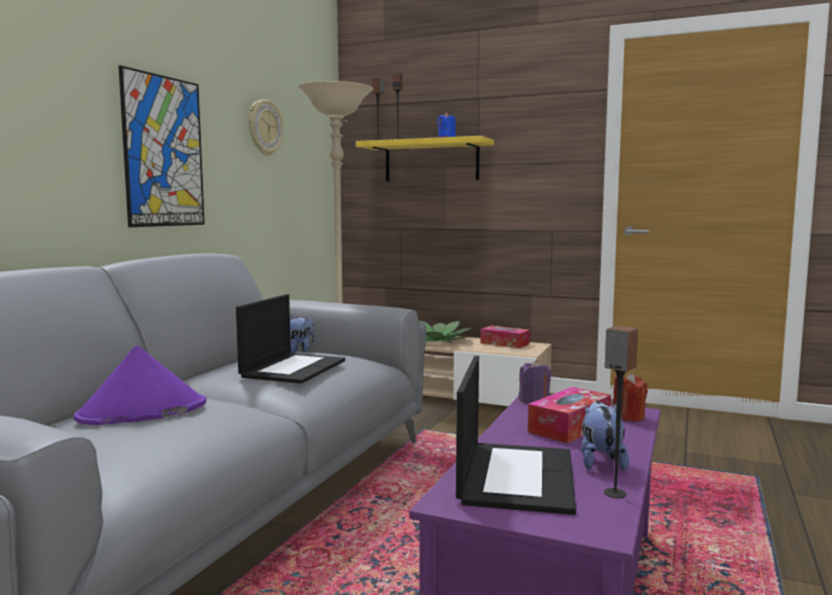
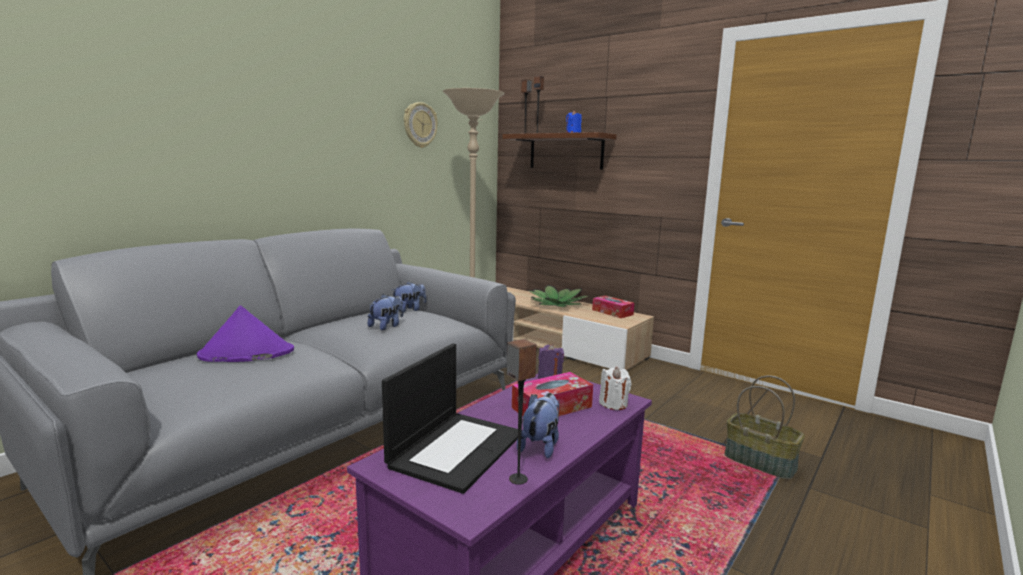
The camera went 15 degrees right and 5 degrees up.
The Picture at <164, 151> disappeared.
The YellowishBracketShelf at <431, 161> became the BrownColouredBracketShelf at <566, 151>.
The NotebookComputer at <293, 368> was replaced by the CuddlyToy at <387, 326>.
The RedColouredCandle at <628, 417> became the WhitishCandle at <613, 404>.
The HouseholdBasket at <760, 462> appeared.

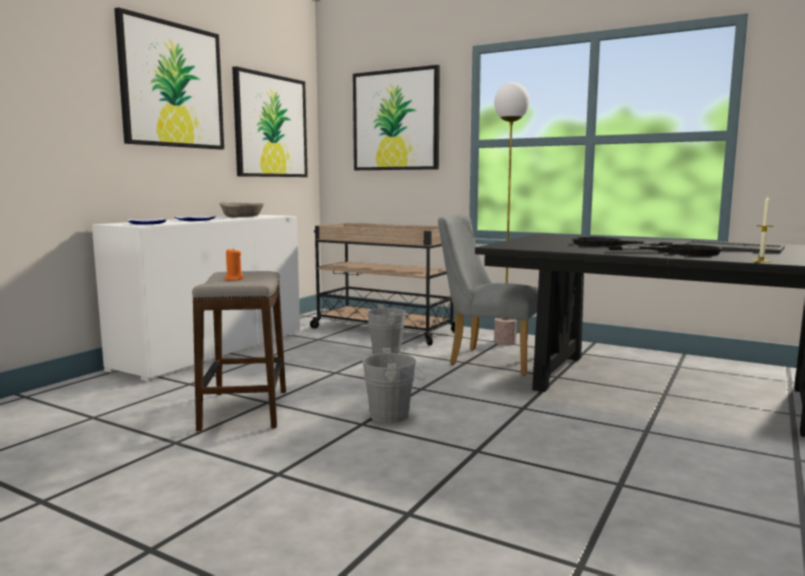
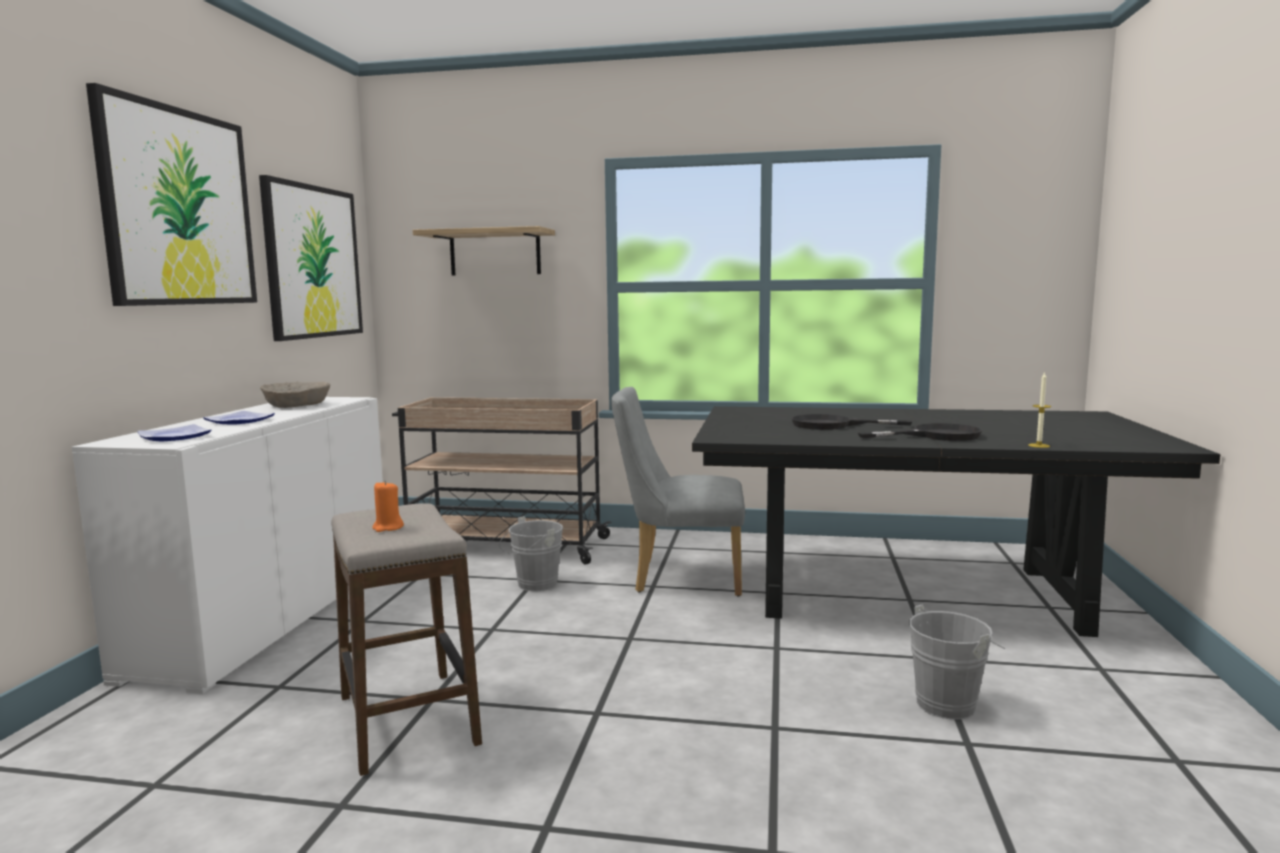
The camera went 20 degrees left and 0 degrees up.
The Picture at <396, 120> was replaced by the BracketShelf at <495, 253>.
The FloorLamp at <505, 342> disappeared.
The CarryingTray at <732, 248> disappeared.
The GreyPail moved from <394, 415> to <950, 703>.

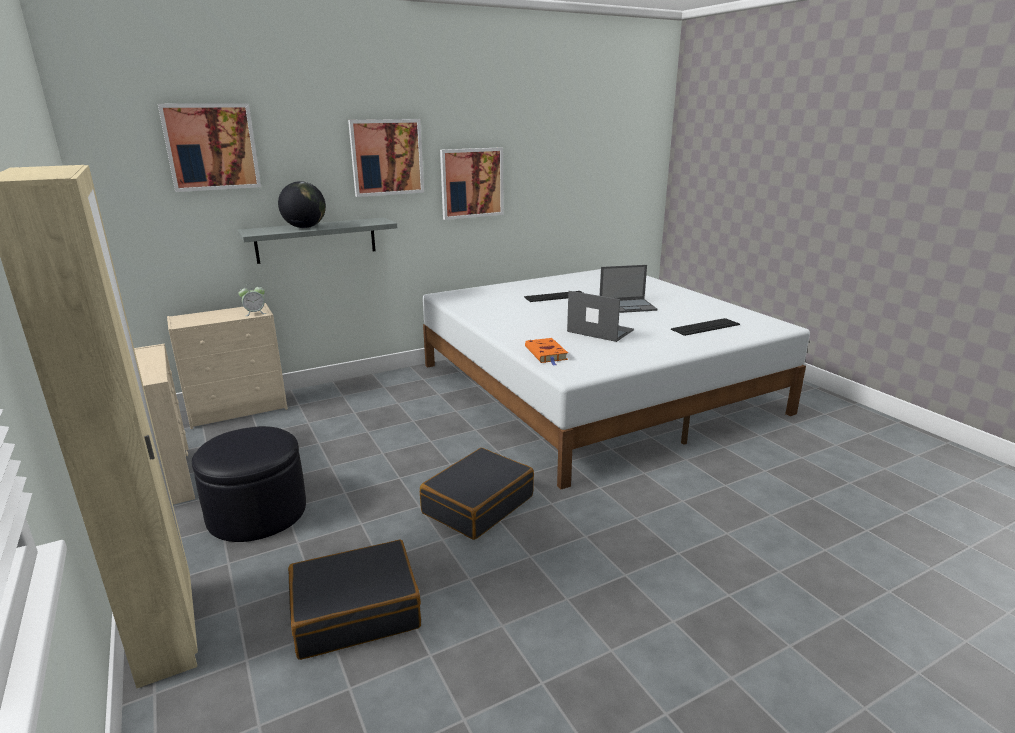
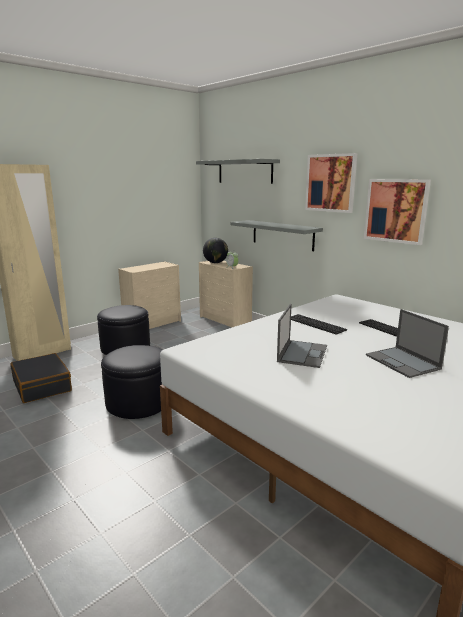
The camera went 75 degrees right and 5 degrees down.
The Picture at <211, 147> was replaced by the GreyBracketShelf at <244, 172>.
The DeskGlobe moved from <305, 227> to <215, 263>.
The ComputerKeyboard moved from <705, 327> to <315, 324>.
The OrangeyVolume at <546, 354> disappeared.
The BlackColouredPieceOfLuggage at <477, 504> was replaced by the BlackColouredOttoman at <138, 402>.

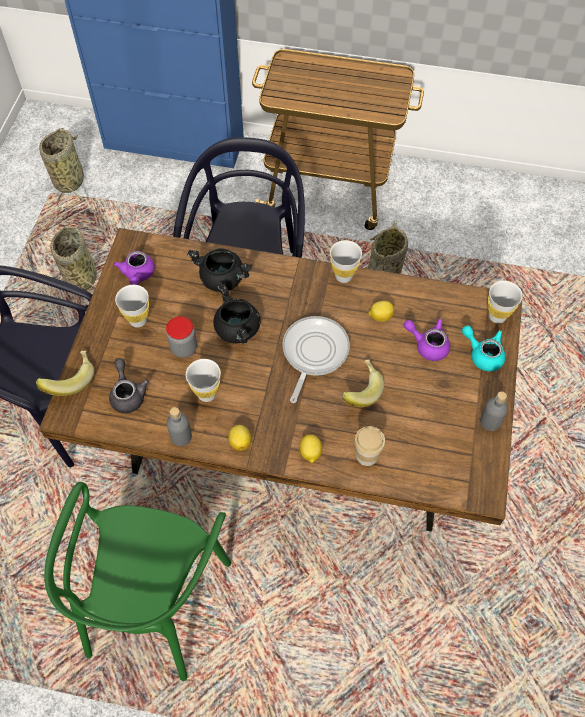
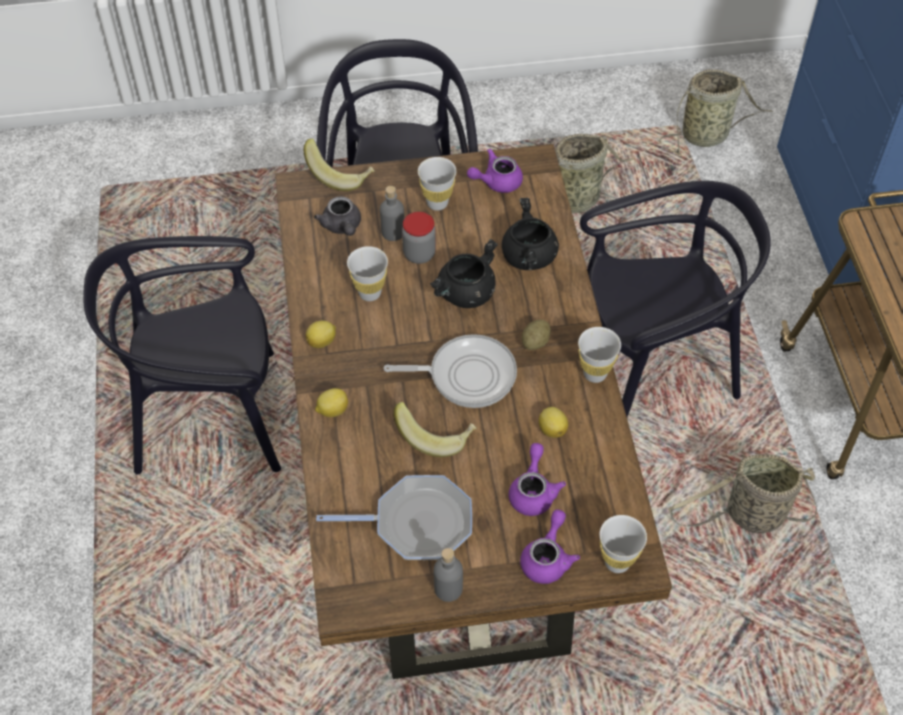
The camera went 70 degrees right and 5 degrees down.
The TurquoiseColouredTeaPot at <483, 354> became the PurpleColouredTeaPot at <547, 558>.
The GreyTeaPot at <128, 394> turned 105 degrees clockwise.
The GreyDrinkBottle moved from <181, 437> to <393, 232>.
The Cup at <367, 455> disappeared.
The GreenishUprightChair at <155, 603> became the BlackColouredUprightChair at <209, 417>.
The WholePotato at <535, 342> appeared.
The FryingPan at <417, 523> appeared.

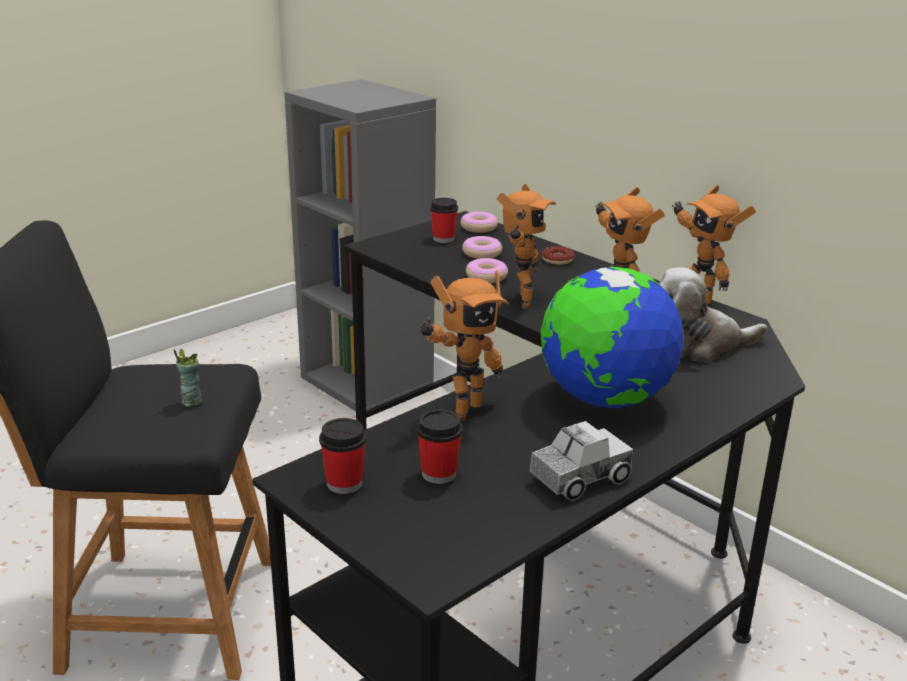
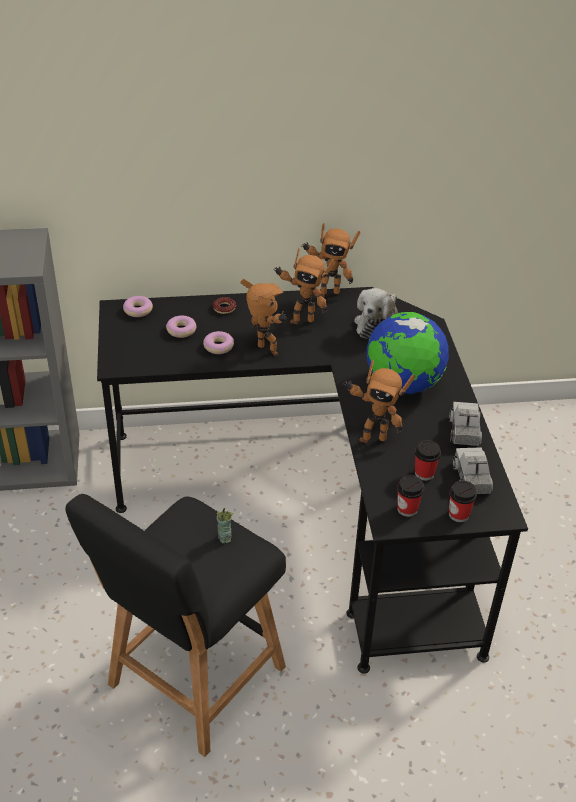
The camera went 55 degrees left and 15 degrees up.
The Cup moved from <443, 239> to <458, 514>.
The RobotFigure at <461, 411> turned 105 degrees clockwise.
The ToyLorry at <471, 479> appeared.

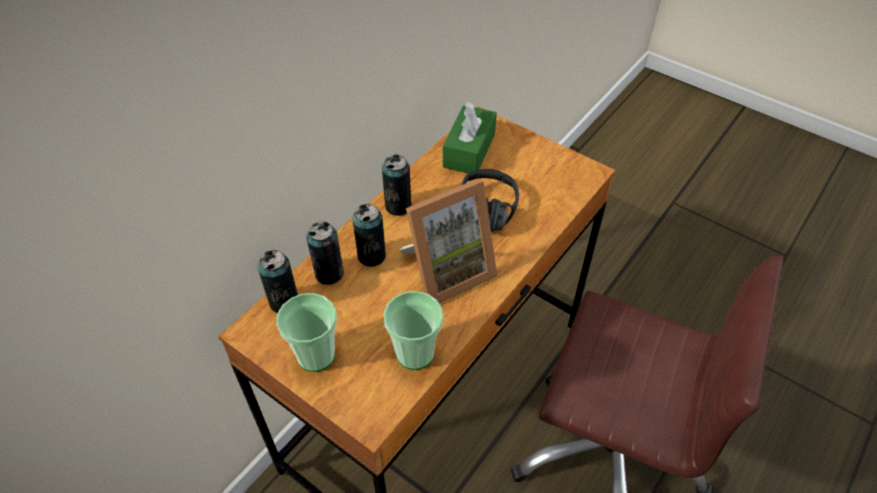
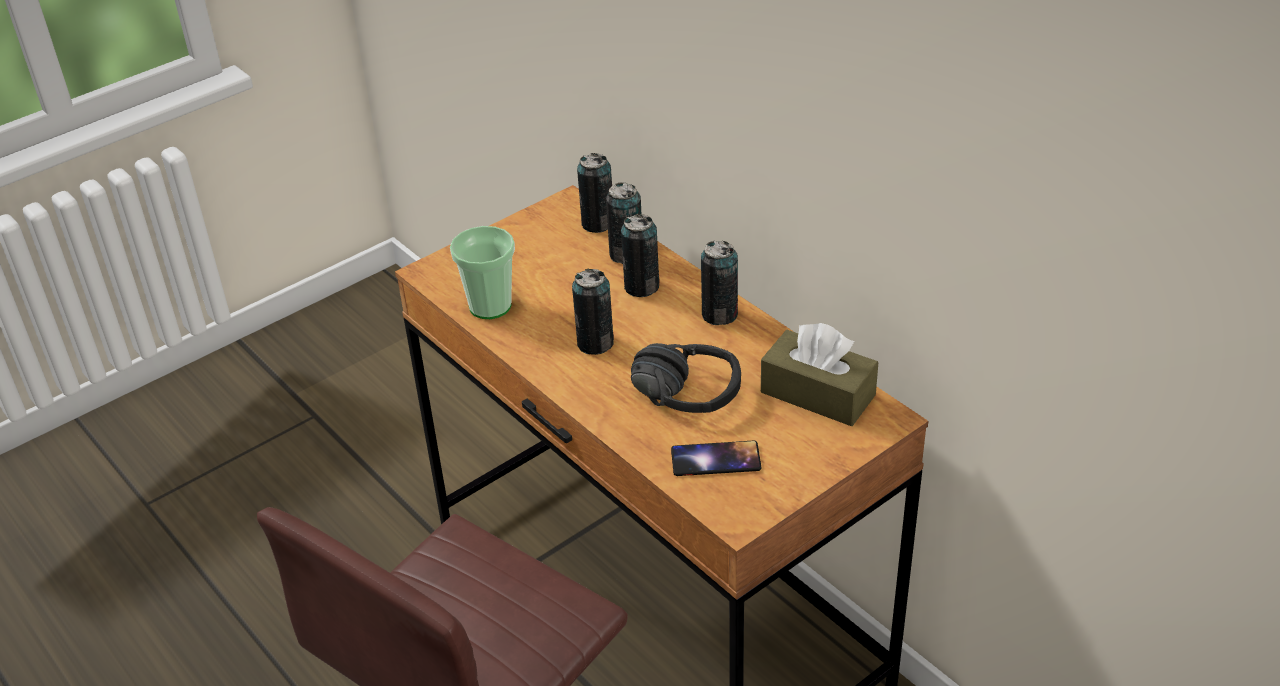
The camera went 105 degrees right and 10 degrees down.
The GreenishBoxOfTissues at <469, 150> became the BrownColouredBoxOfTissues at <817, 394>.
The PictureFrame at <447, 271> was replaced by the MetalCan at <595, 343>.
The Cup at <316, 355> disappeared.
The Telephone at <715, 459> appeared.

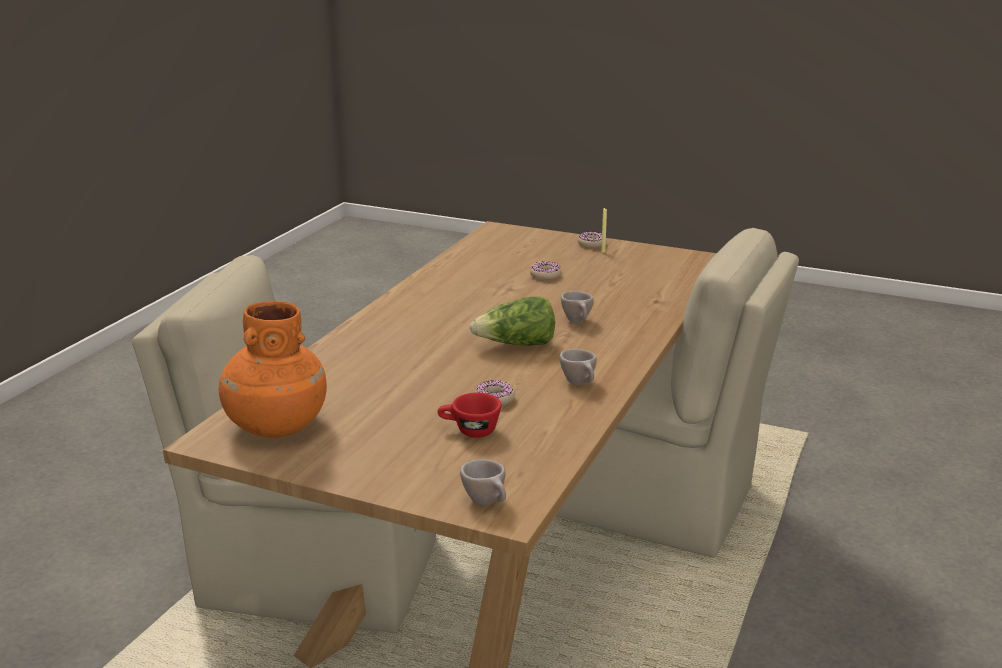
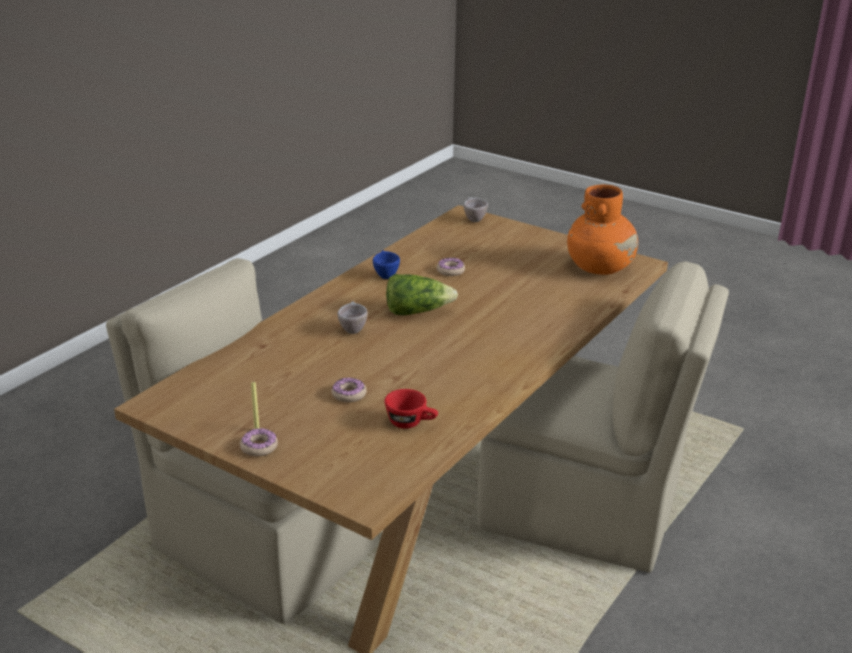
The camera went 170 degrees left and 5 degrees up.
The BeigeColouredCup at <580, 384> became the BluishCup at <385, 275>.
The RedColouredCup moved from <469, 431> to <411, 423>.

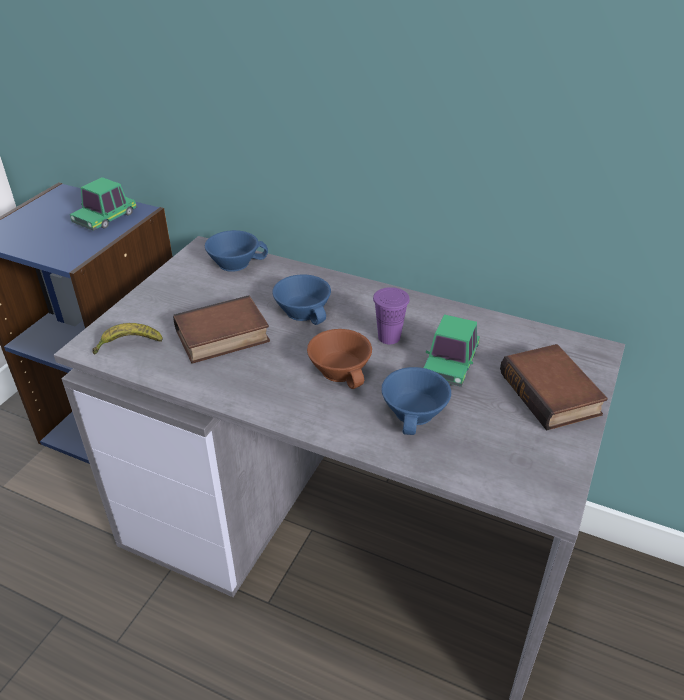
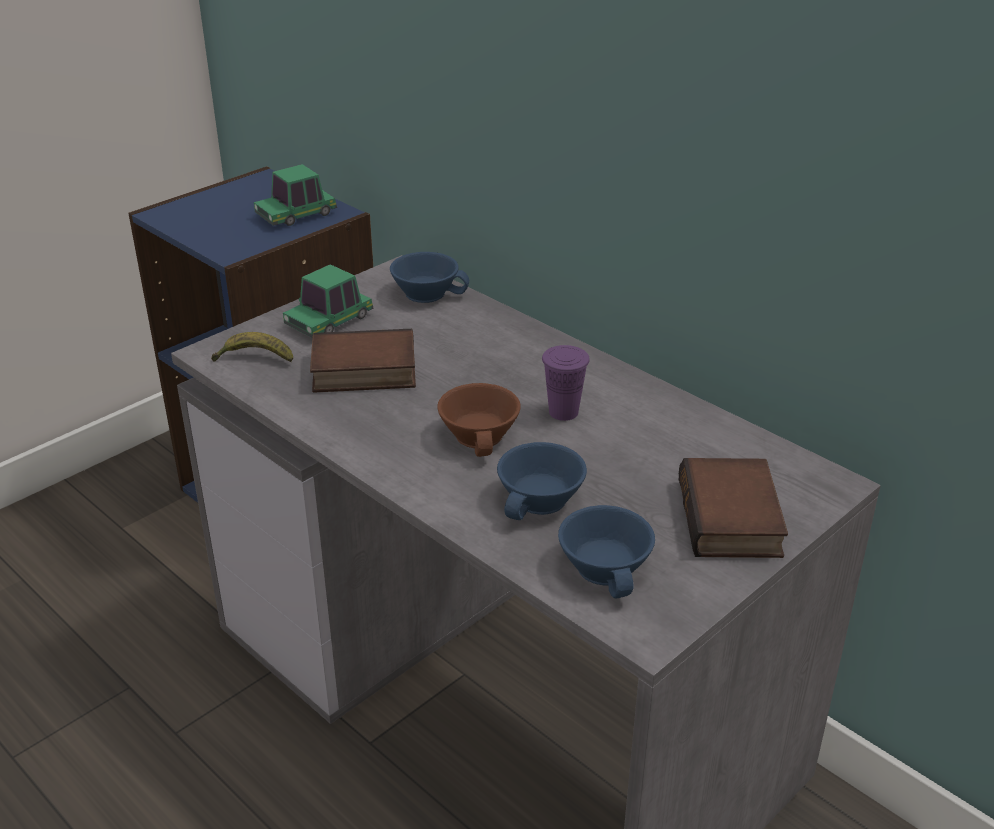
The camera went 20 degrees right and 5 degrees down.
The BluishCup moved from <305, 311> to <609, 568>.
The ToyCar moved from <450, 364> to <329, 321>.

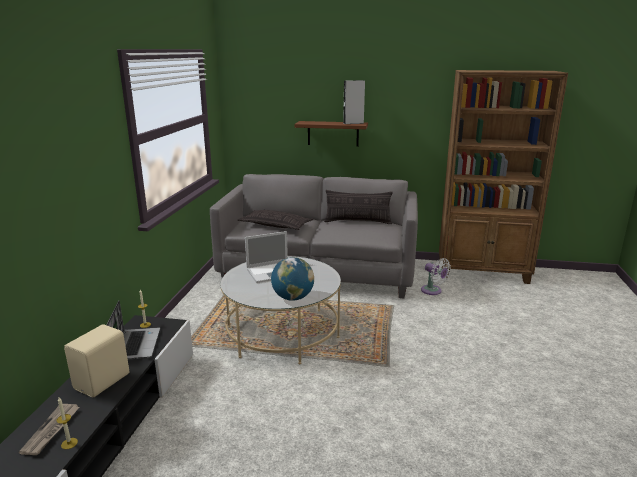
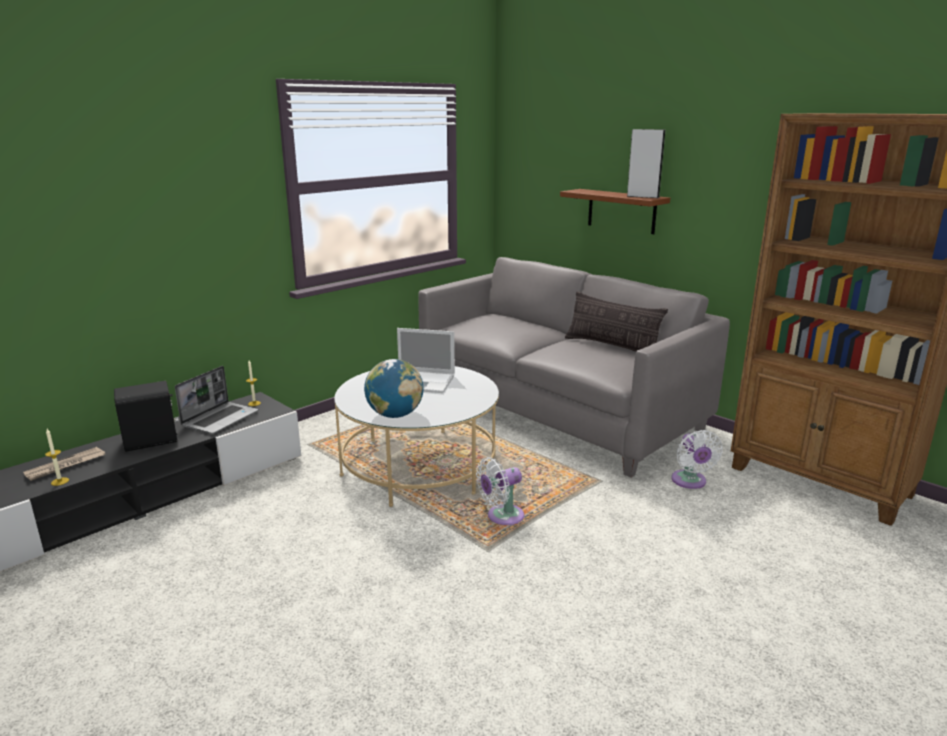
The camera went 35 degrees right and 0 degrees up.
The ThrowPillow at <275, 225> disappeared.
The BeigeColouredLoudspeaker at <103, 381> became the BlackColouredLoudspeaker at <152, 442>.
The WhitishFan at <501, 517> appeared.

